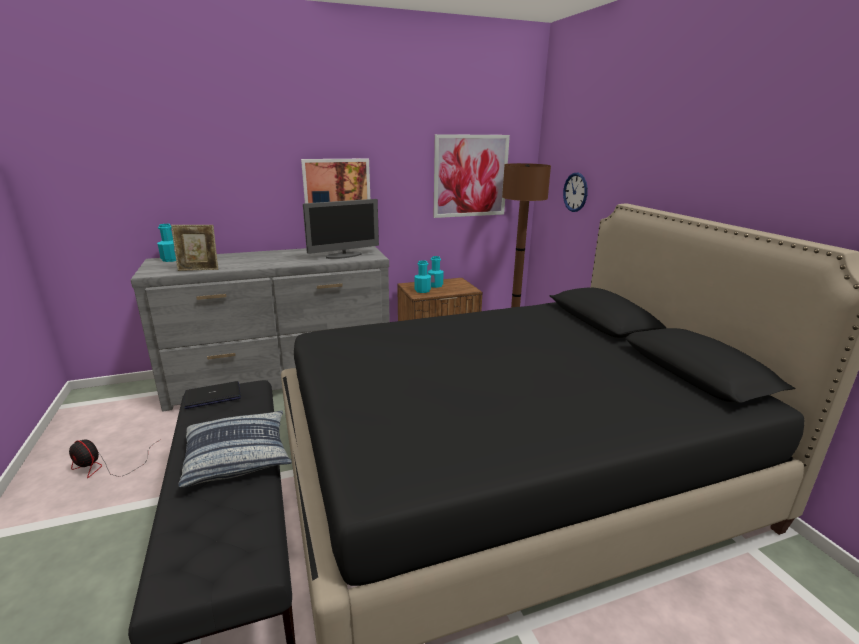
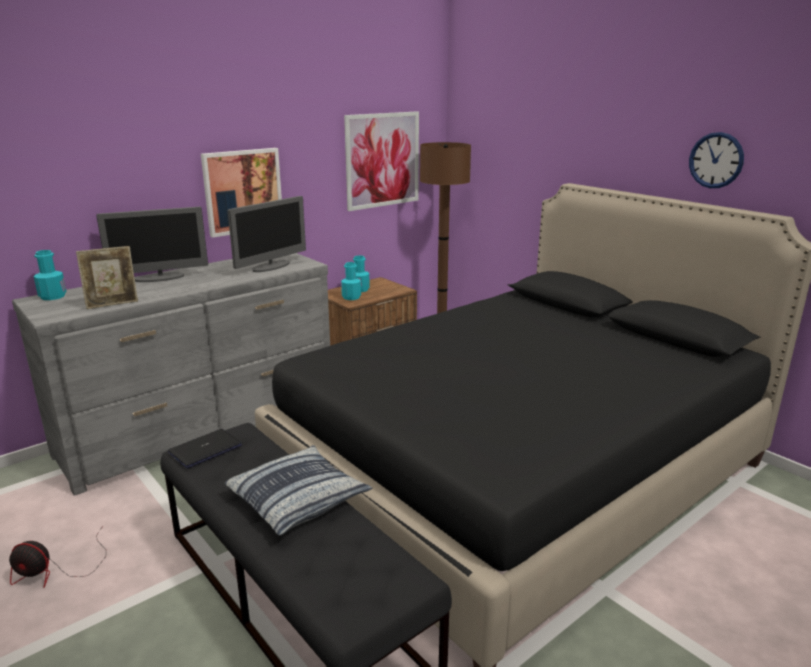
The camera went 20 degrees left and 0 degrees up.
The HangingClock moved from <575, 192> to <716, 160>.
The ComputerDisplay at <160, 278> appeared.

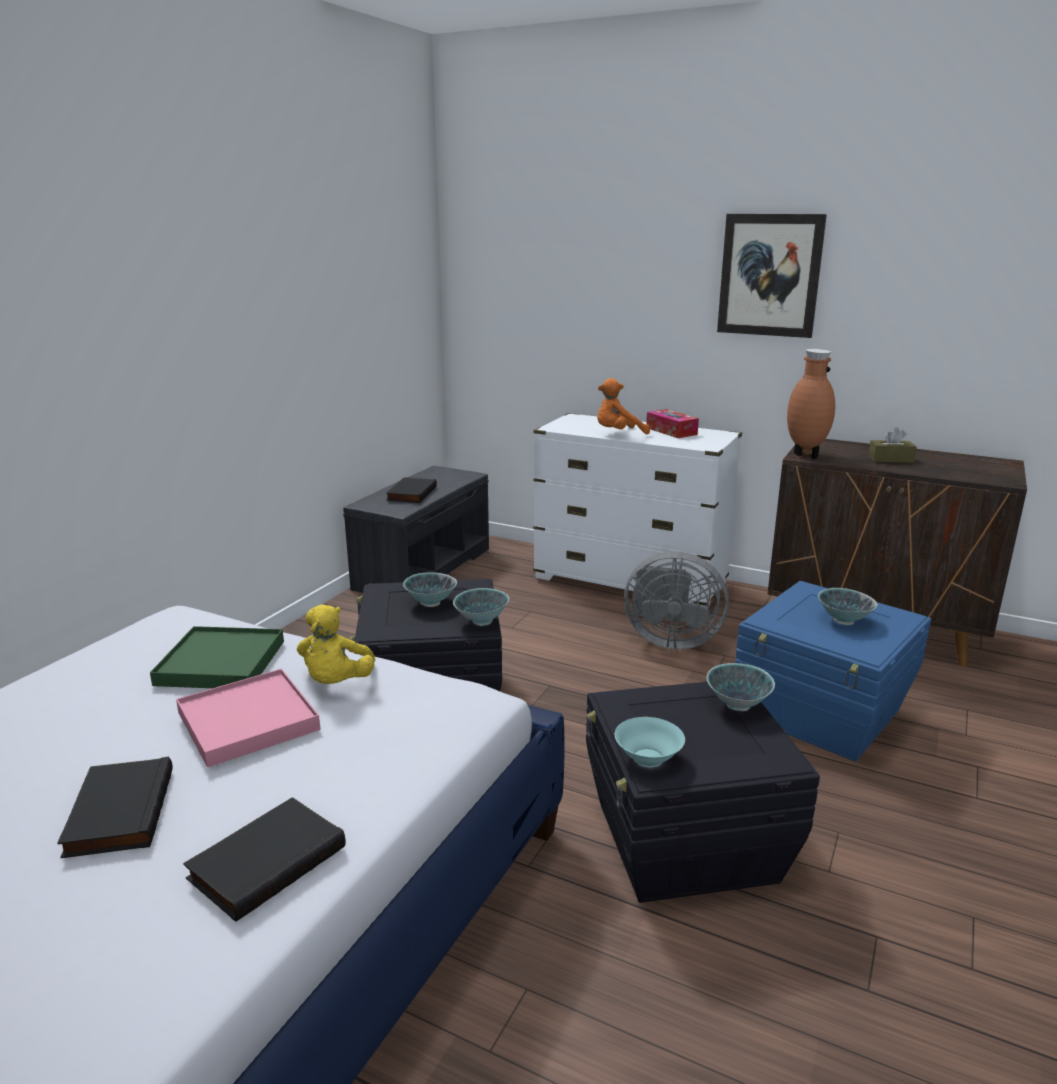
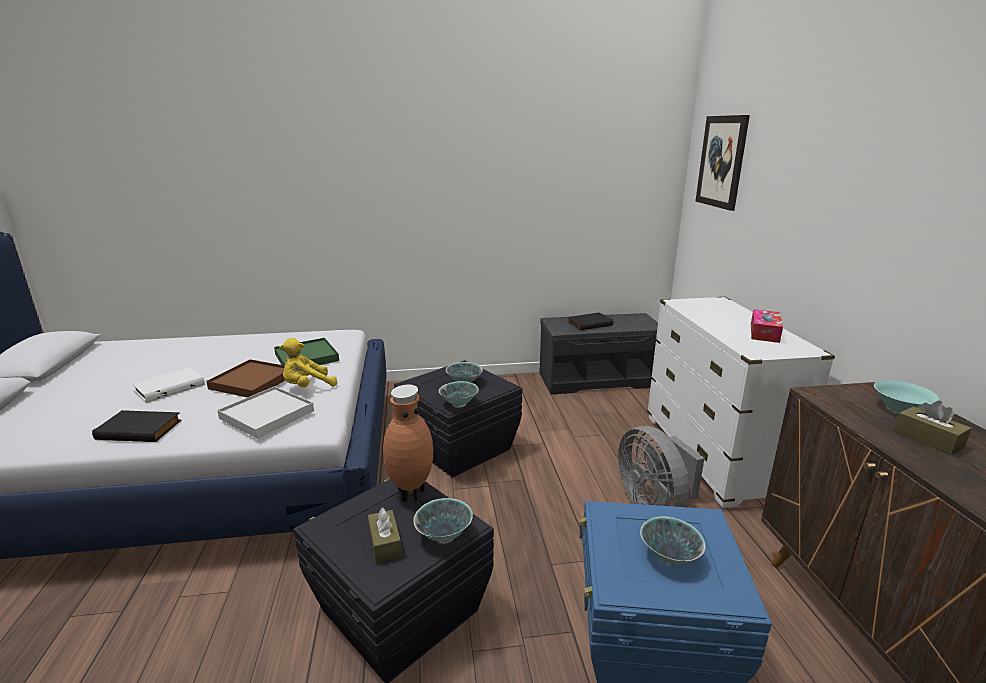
The camera went 55 degrees right and 0 degrees up.
The Picture moved from <769, 275> to <722, 162>.
The BrownColouredVase moved from <804, 455> to <410, 493>.
The OrangeyCuddlyToy at <618, 434> disappeared.
The PinkCarryingTray at <248, 721> became the BrownColouredCarryingTray at <252, 381>.
The TurquoiseColouredServingBowl moved from <647, 757> to <899, 409>.
The BlackColouredVolume at <117, 812> became the WhitishVolume at <170, 387>.
The WhitishCarryingTray at <267, 415> appeared.
The BrownColouredBoxOfTissues at <385, 543> appeared.

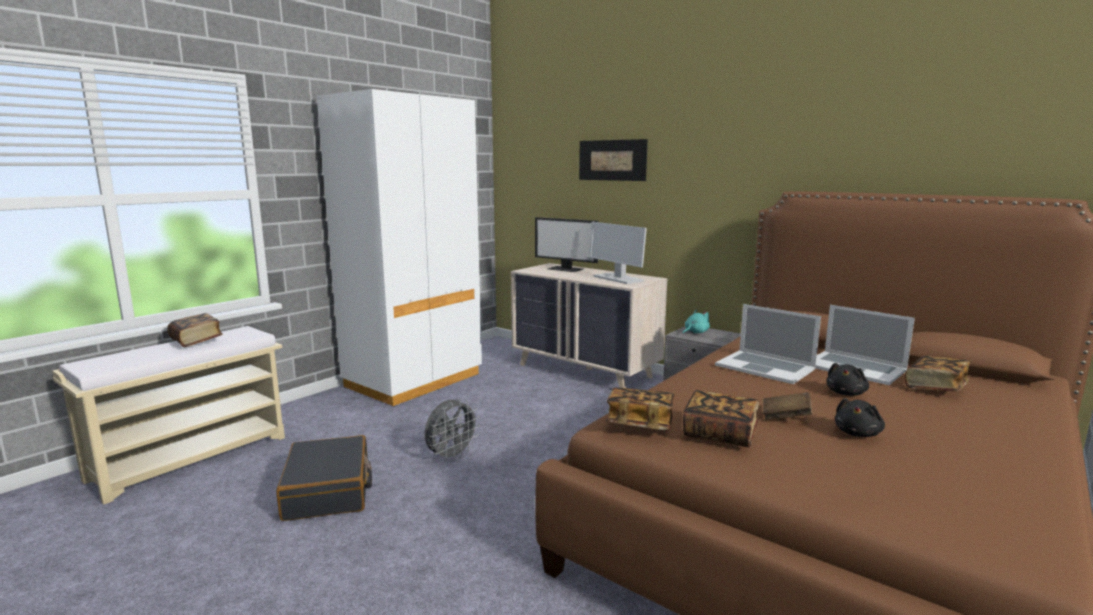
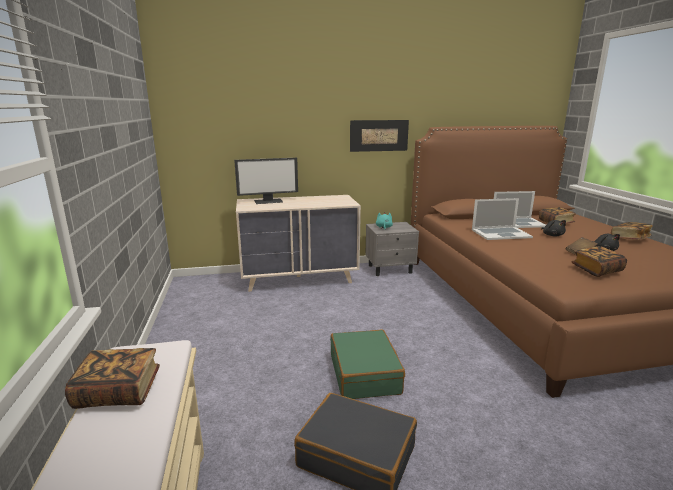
The camera went 50 degrees left and 5 degrees up.
The WhitishArmoire at <414, 380> disappeared.
The Picture moved from <612, 160> to <379, 135>.
The ComputerDisplay at <617, 279> disappeared.
The Volume moved from <640, 423> to <629, 239>.
The GreyFan at <451, 456> was replaced by the GreenishPieceOfLuggage at <365, 374>.

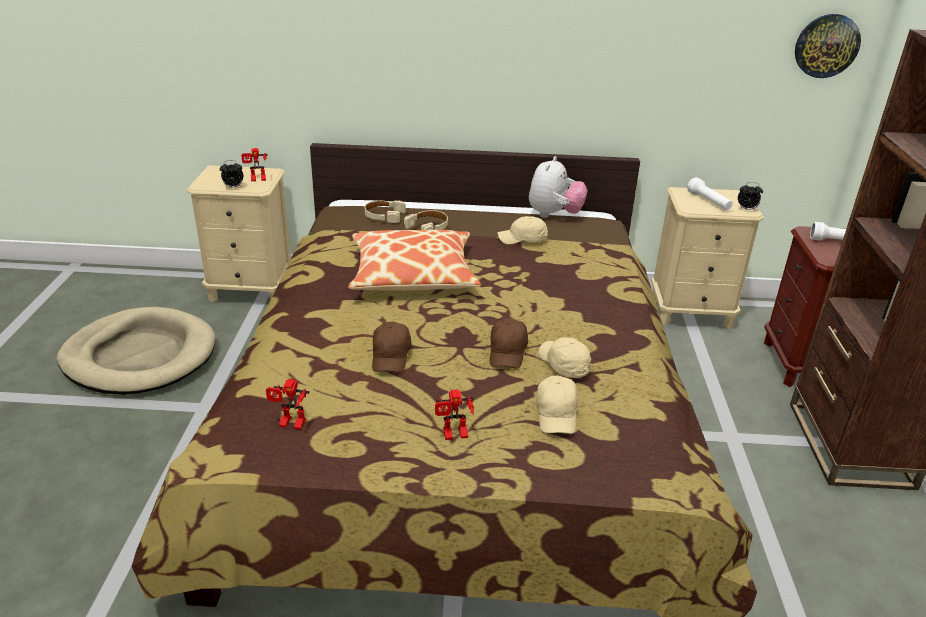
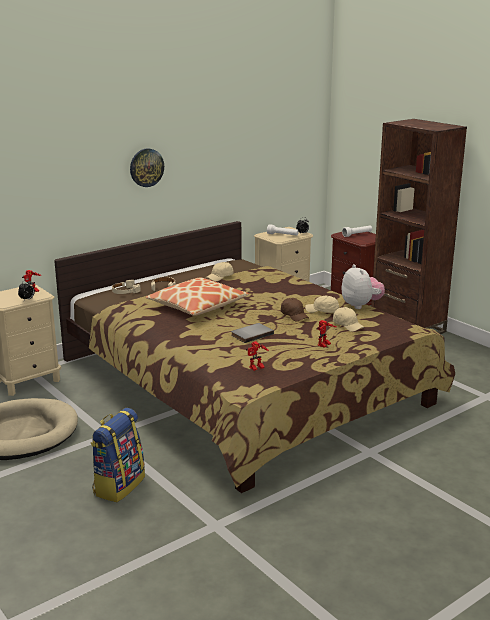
The camera went 40 degrees left and 10 degrees down.
The HangingClock moved from <826, 46> to <146, 167>.
The CuddlyToy moved from <554, 215> to <361, 305>.
The BrownColouredCap at <391, 356> was replaced by the GreyVolume at <251, 334>.
The Knapsack at <118, 485> appeared.

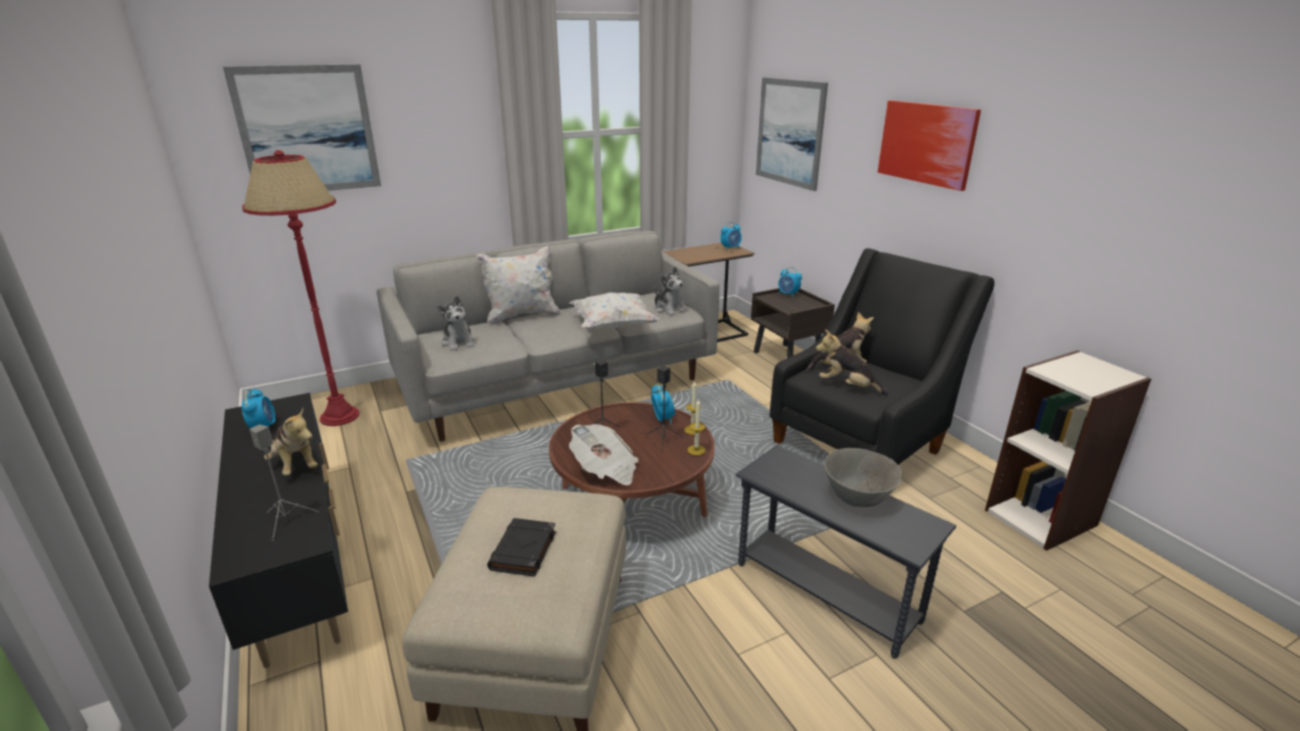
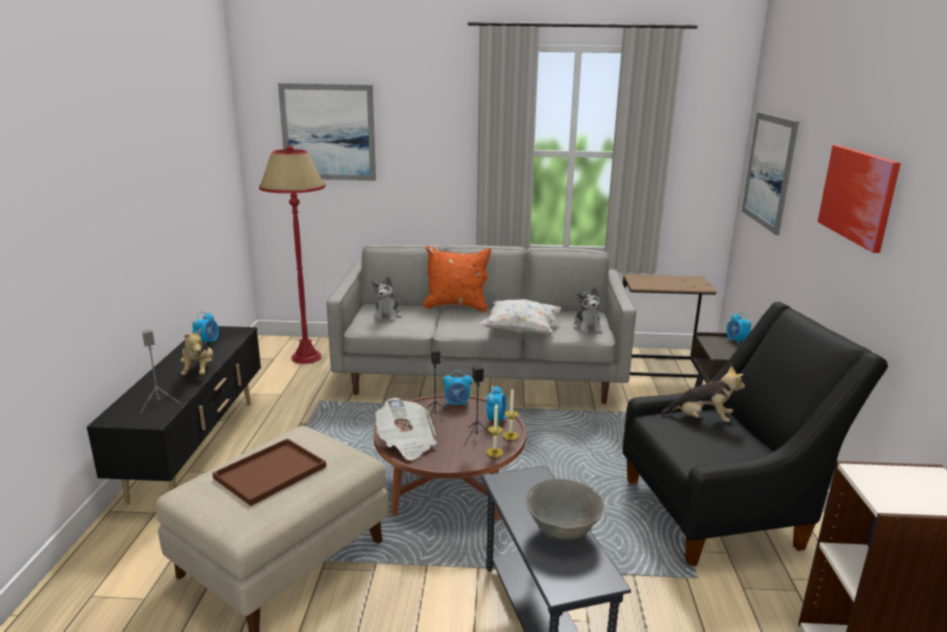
The camera went 30 degrees right and 5 degrees down.
The TableClock moved from <730, 248> to <457, 404>.
The WhitishThrowPillow at <522, 316> became the OrangeyThrowPillow at <456, 306>.
The CuddlyToy at <847, 387> disappeared.
The BlackColouredVolume at <523, 551> was replaced by the BrownColouredCarryingTray at <269, 473>.

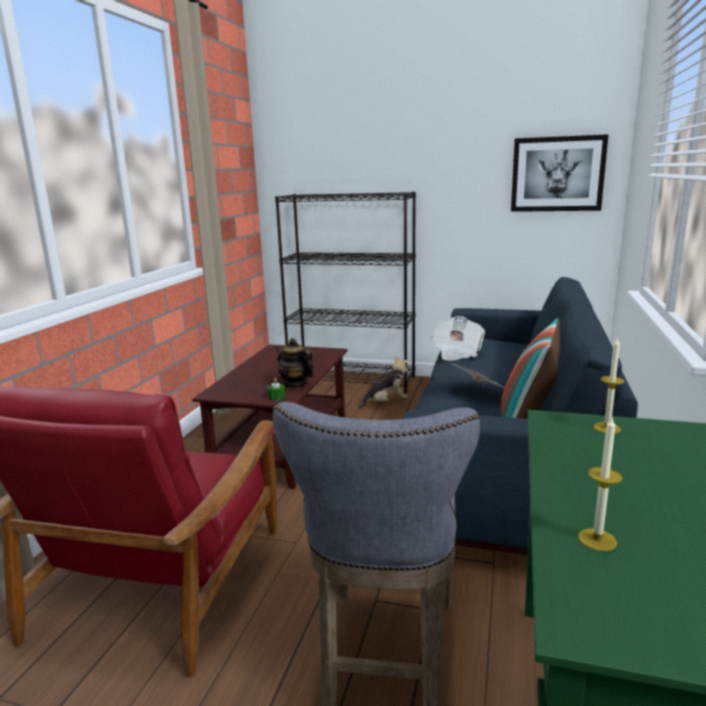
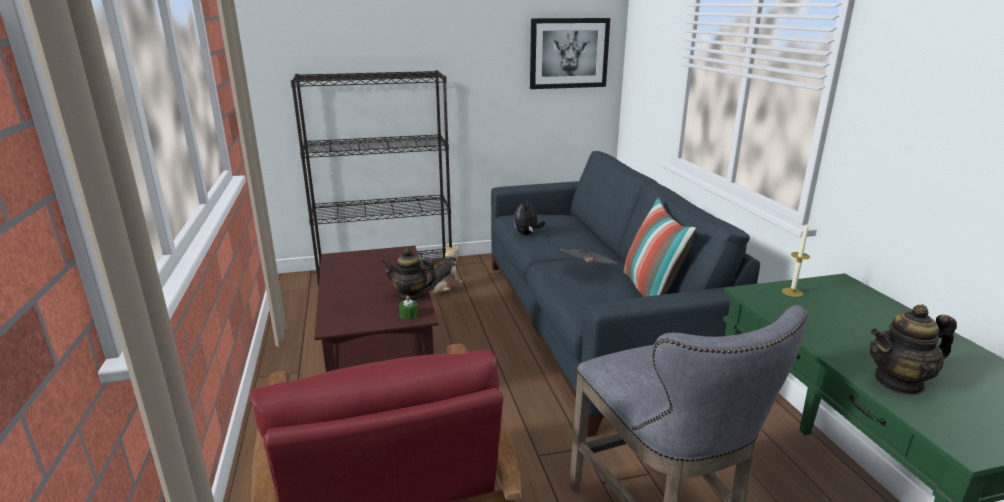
The camera went 30 degrees left and 5 degrees up.
The DailyPaper at <457, 353> was replaced by the CuddlyToy at <527, 234>.
The Candle at <597, 539> was replaced by the TeaPot at <899, 382>.

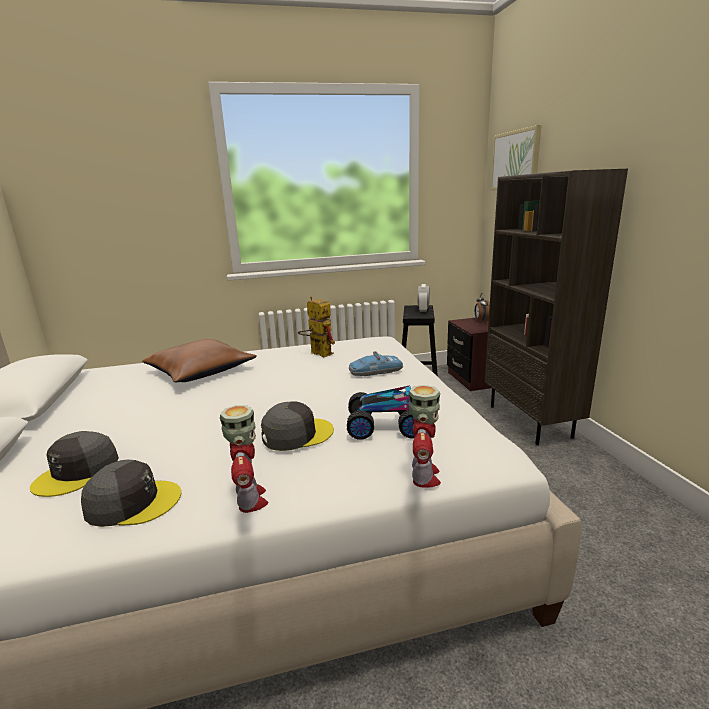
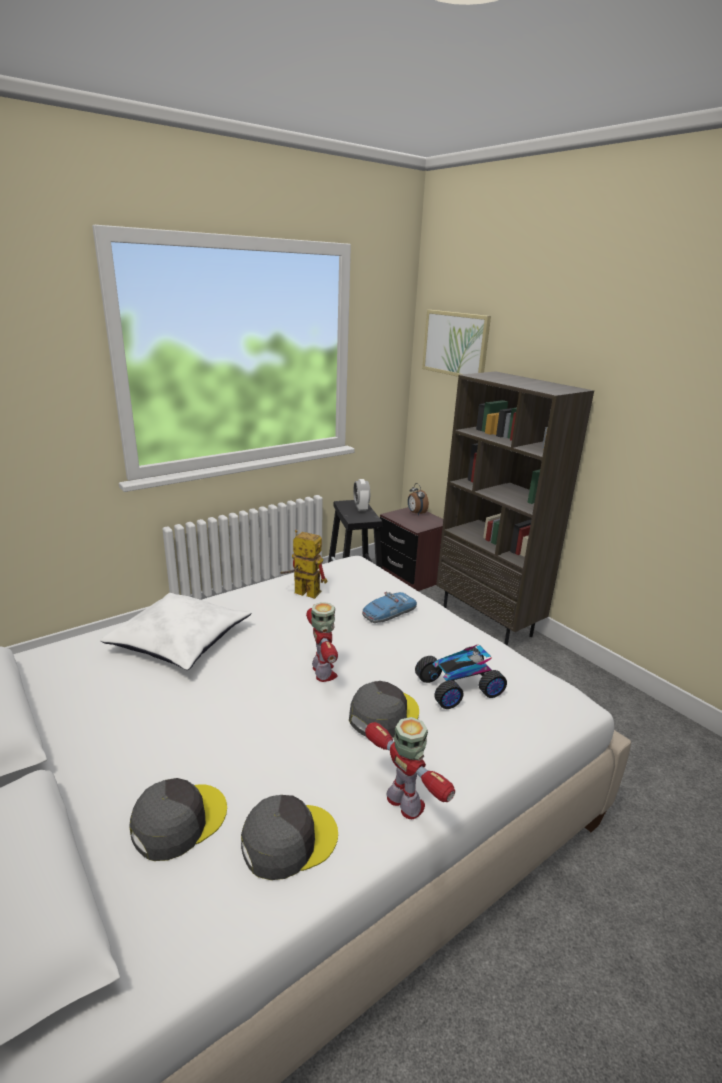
The camera went 25 degrees left and 5 degrees up.
The BrownColouredThrowPillow at <201, 371> became the WhitishThrowPillow at <180, 640>.
The RobotFigure moved from <424, 477> to <323, 673>.
The GreyCap at <77, 472> turned 135 degrees counterclockwise.

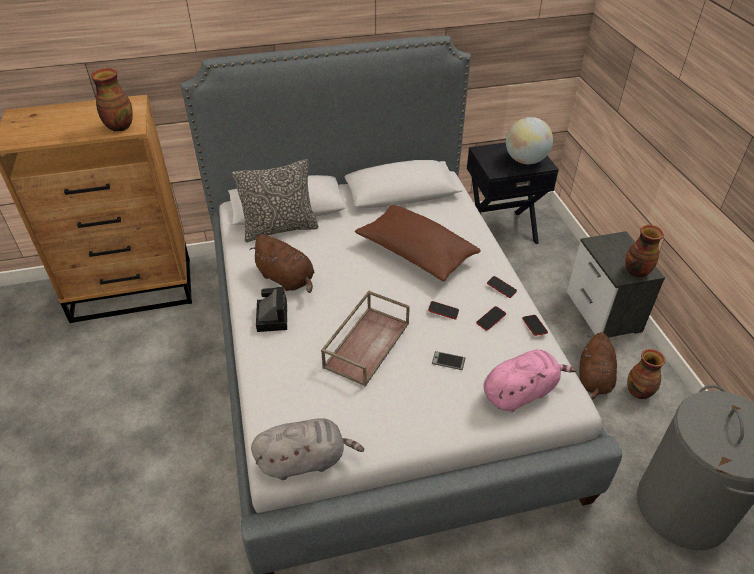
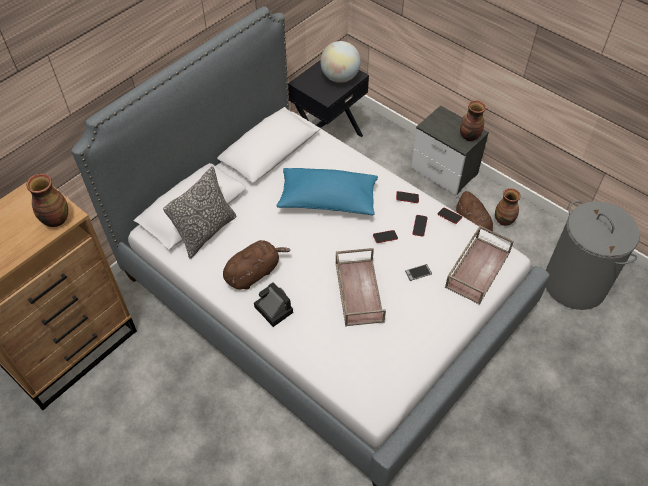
The camera went 35 degrees left and 10 degrees up.
The BrownColouredThrowPillow at <415, 254> became the BluishThrowPillow at <327, 200>.
The BrownColouredCuddlyToy at <287, 279> turned 45 degrees counterclockwise.
The PinkCuddlyToy at <521, 392> was replaced by the BrownColouredCarryingTray at <477, 269>.
The GreyCuddlyToy at <305, 460> disappeared.

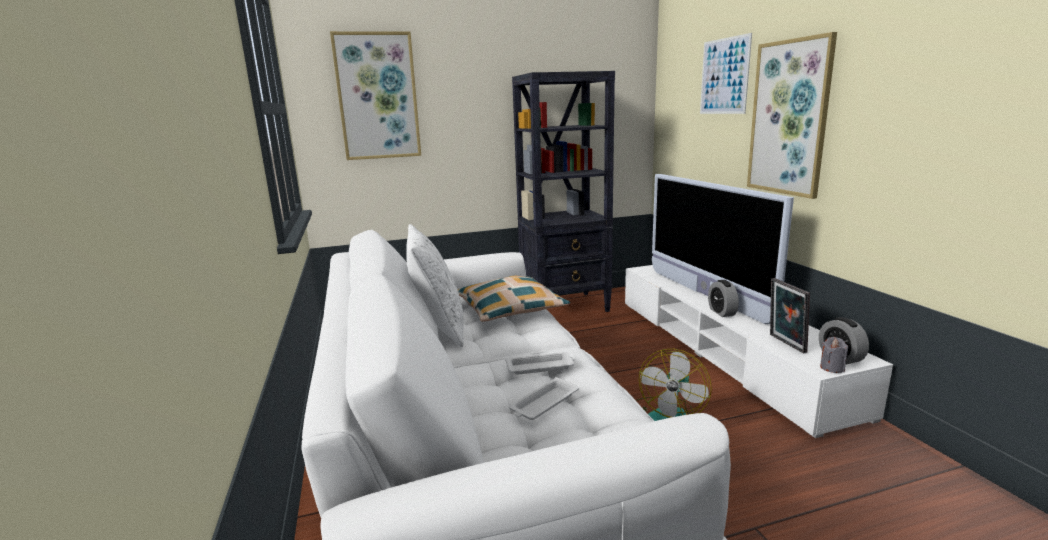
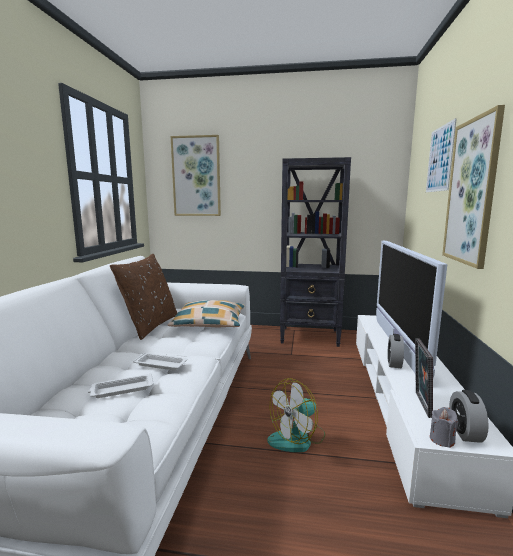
The camera went 25 degrees right and 5 degrees down.
The WhitishThrowPillow at <438, 328> became the BrownColouredThrowPillow at <149, 326>.

